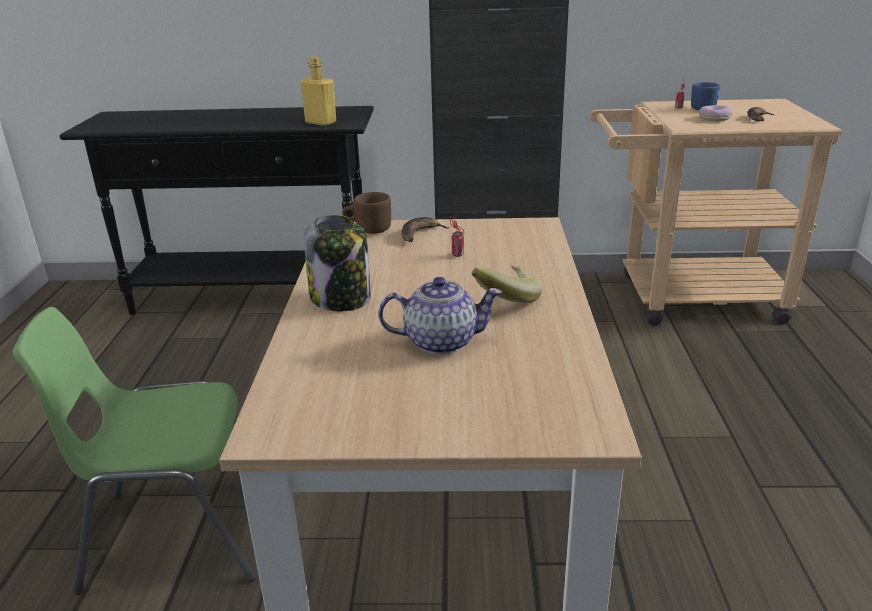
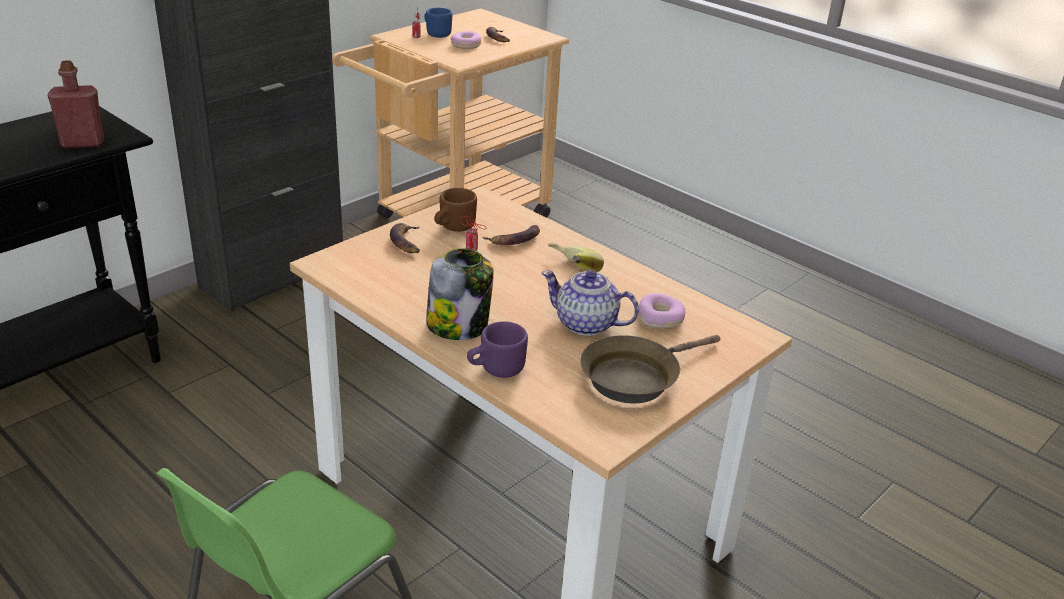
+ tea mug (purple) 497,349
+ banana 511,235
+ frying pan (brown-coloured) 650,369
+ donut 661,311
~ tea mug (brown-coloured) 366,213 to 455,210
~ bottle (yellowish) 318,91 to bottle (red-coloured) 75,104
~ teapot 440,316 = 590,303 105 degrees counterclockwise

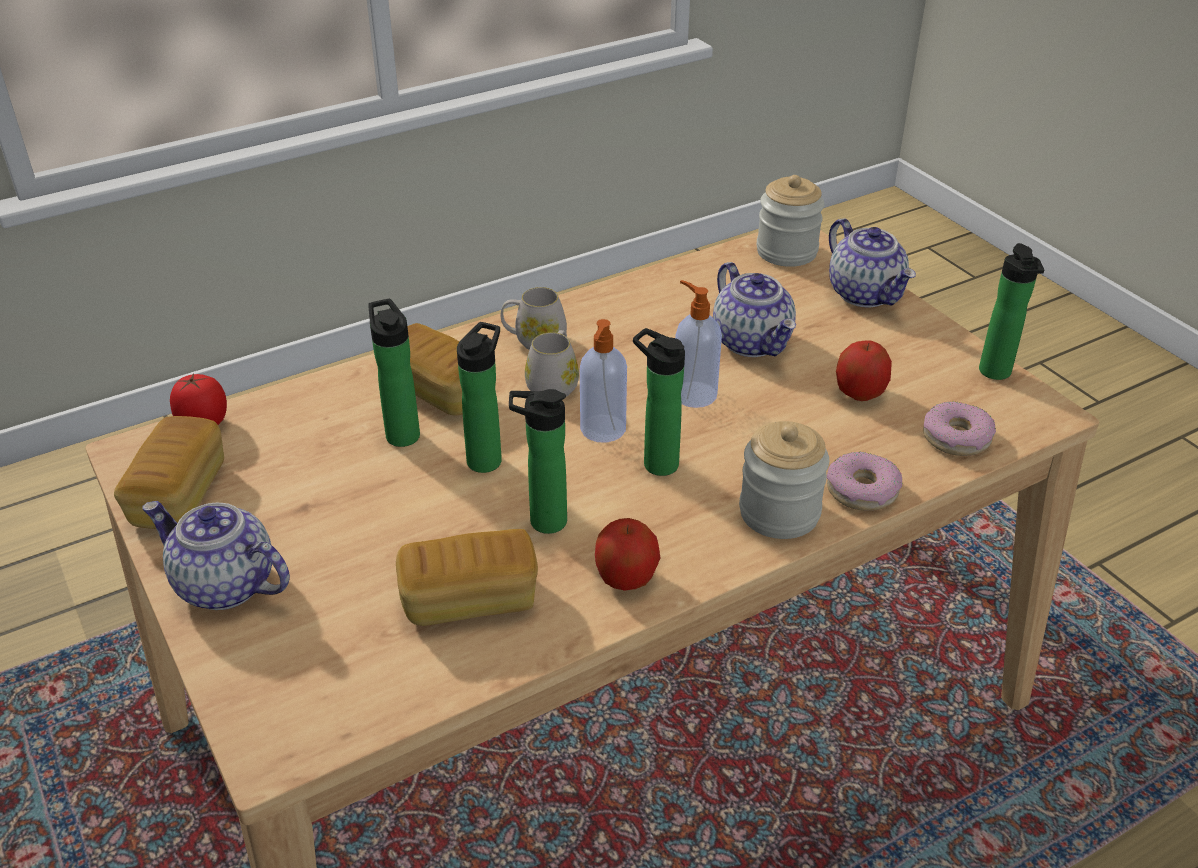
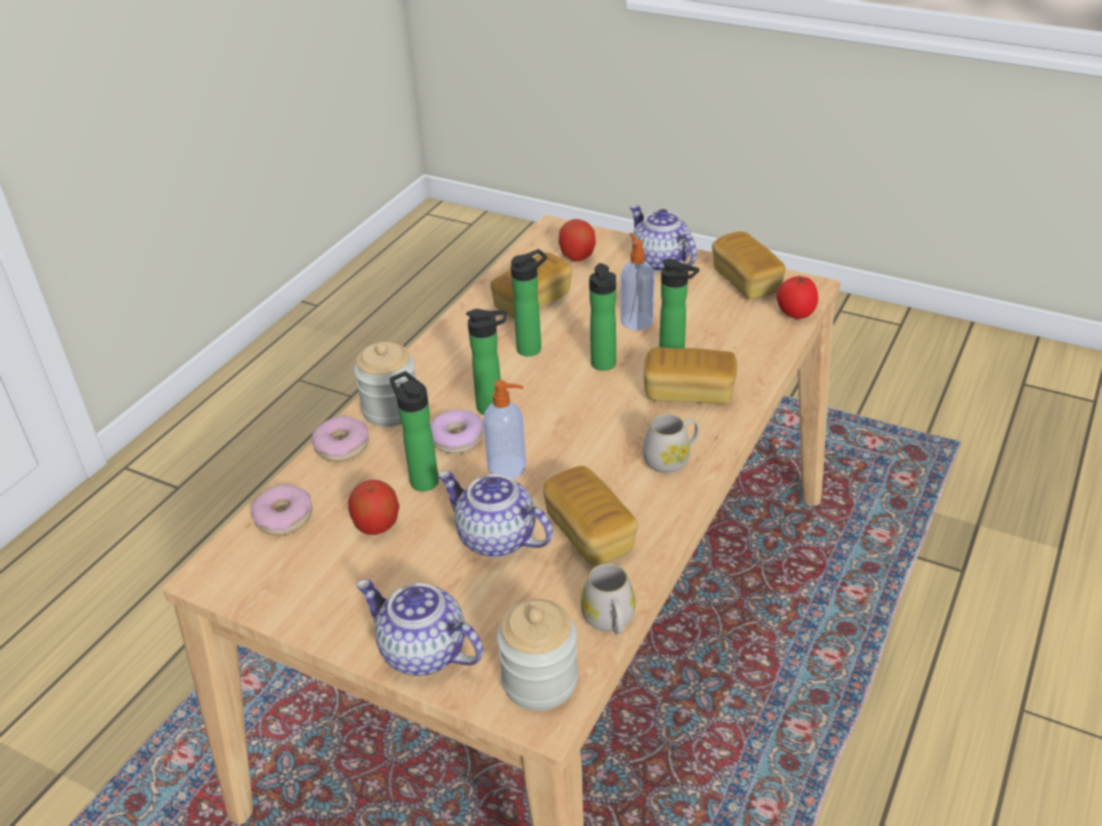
+ donut 457,431
+ bread 590,516
~ tea mug (white-coloured) 552,363 to 608,598
~ soap bottle 603,381 to 637,281
~ whole apple 627,554 to 577,240
~ bottle 1011,311 to 414,431
~ teapot 216,555 = 663,238 120 degrees counterclockwise

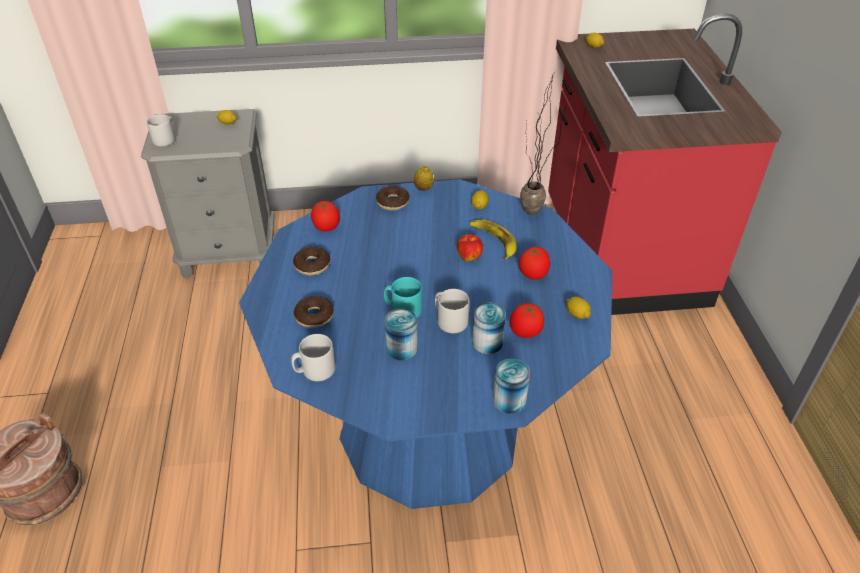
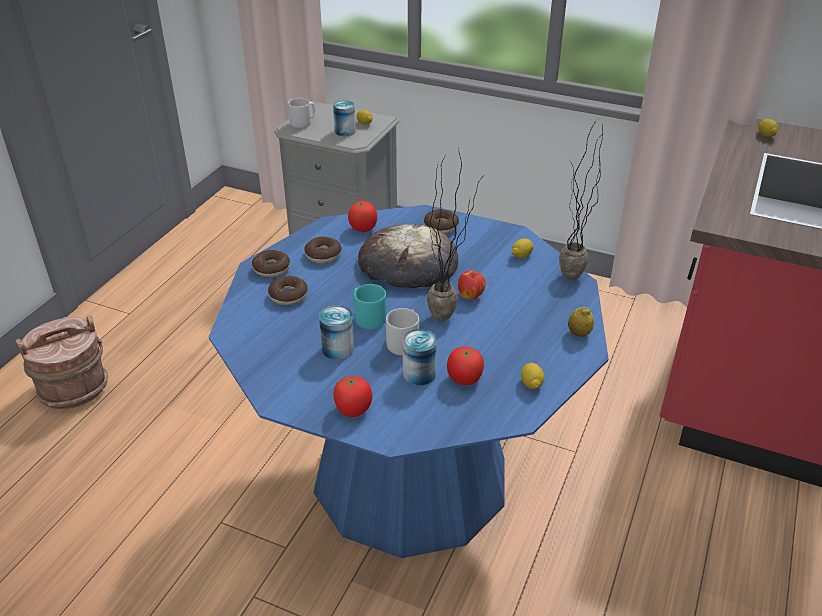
- tea mug (greyish) 313,357
- banana 493,240
+ donut 271,263
+ bread 408,256
+ houseplant 454,234
~ lemon 424,178 to 581,322
~ can 511,386 to 344,118
~ whole tomato 534,263 to 352,396

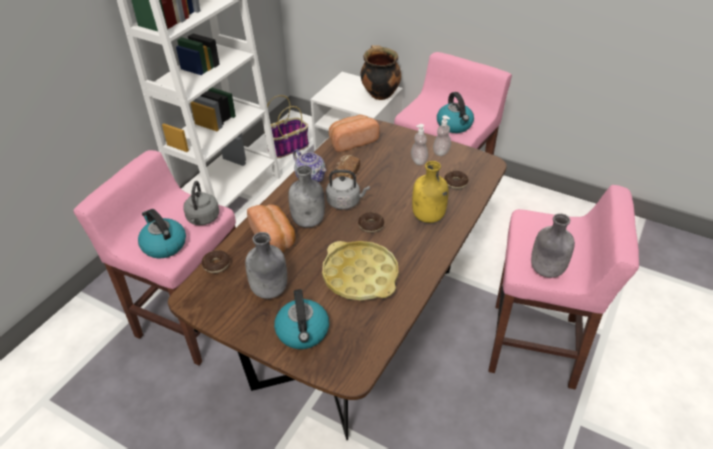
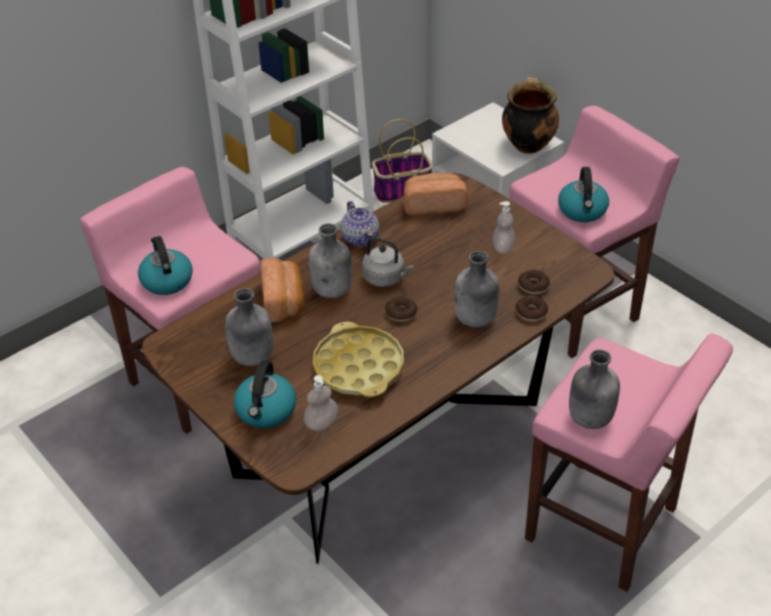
- tea kettle (greyish) 201,203
- bread 347,167
~ donut 215,261 to 531,309
~ soap bottle 442,135 to 321,403
~ bottle (yellowish) 430,192 to bottle (greyish) 476,289

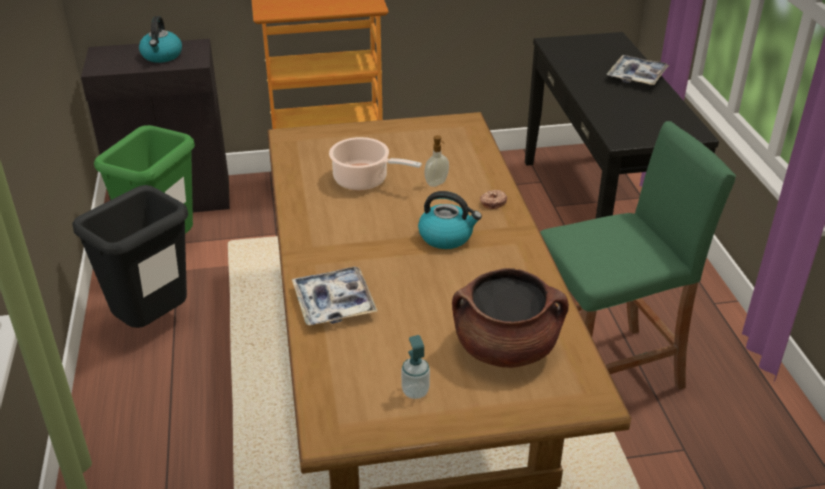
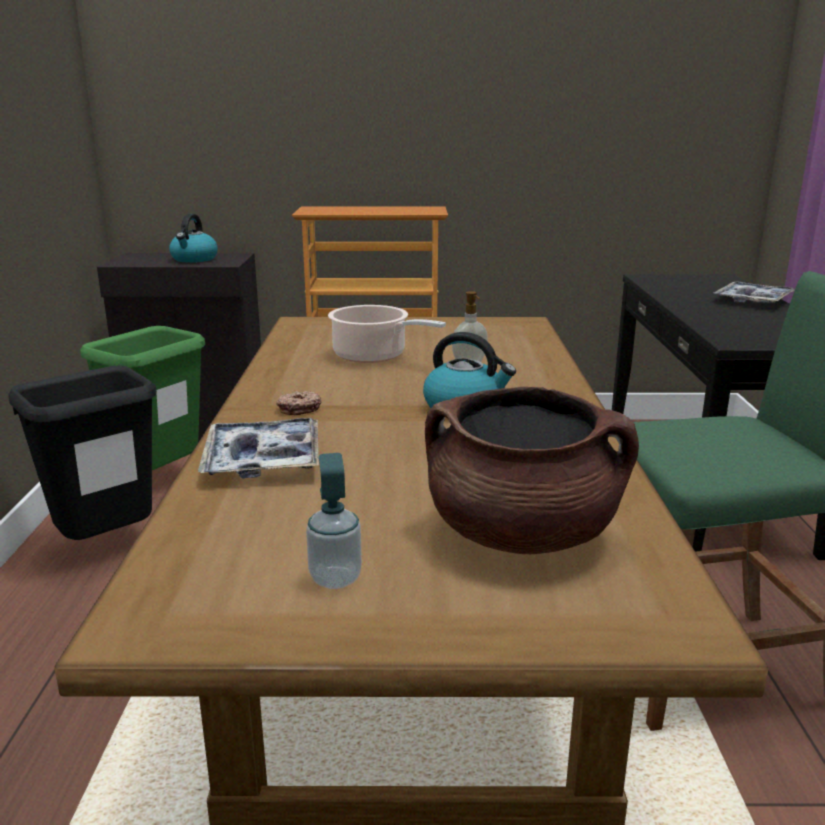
~ donut 493,199 to 298,403

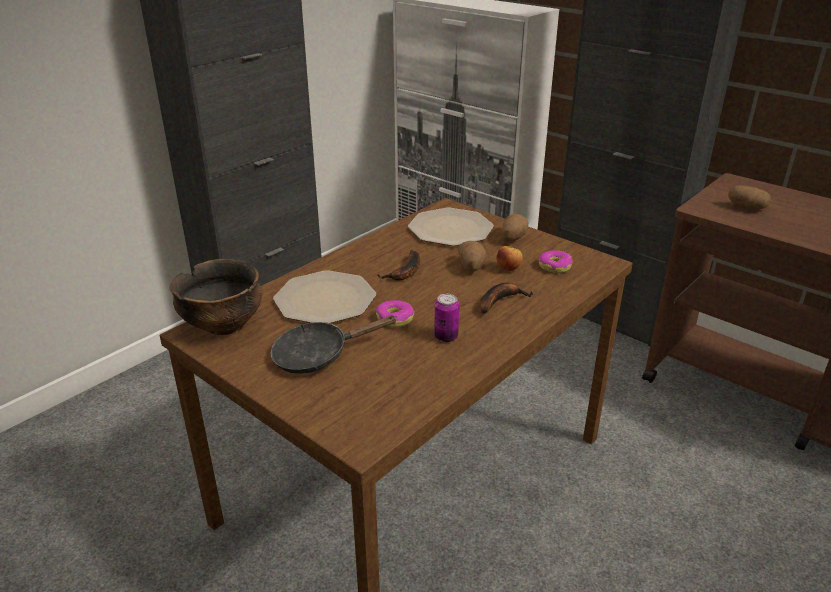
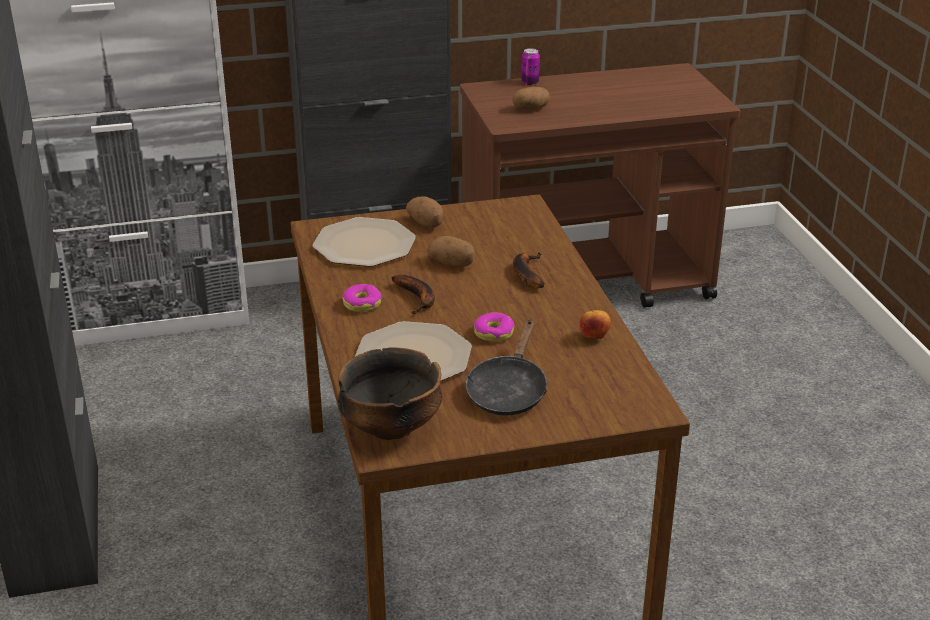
~ can 446,318 to 531,66
~ whole apple 510,258 to 595,324
~ donut 555,261 to 361,298

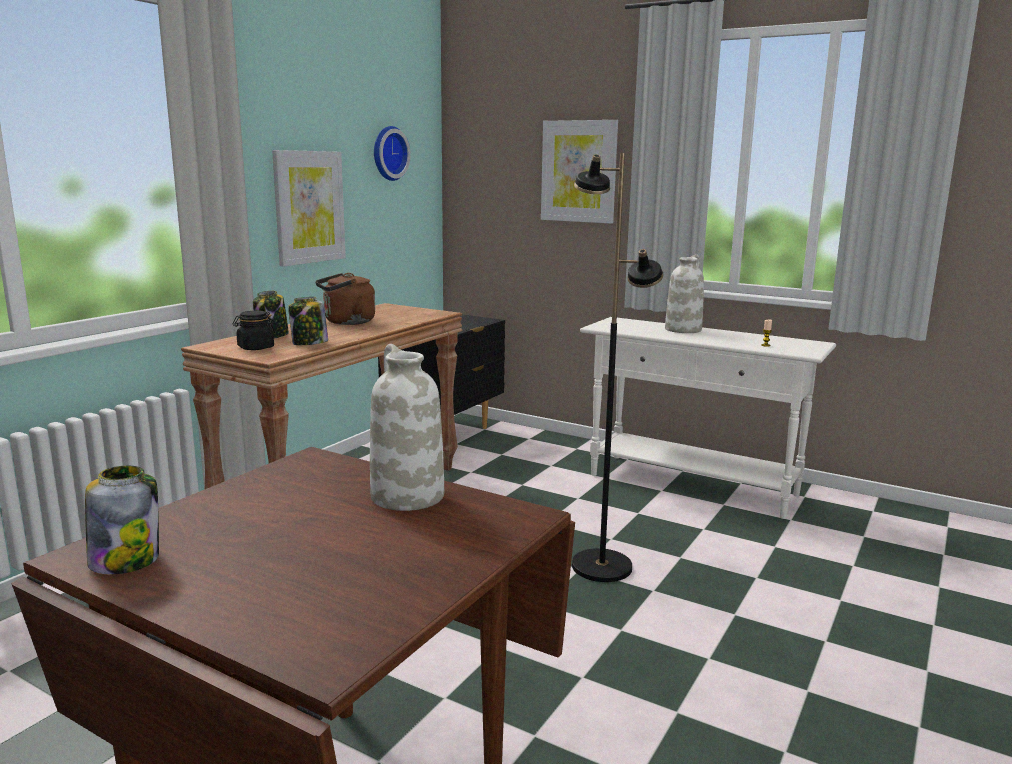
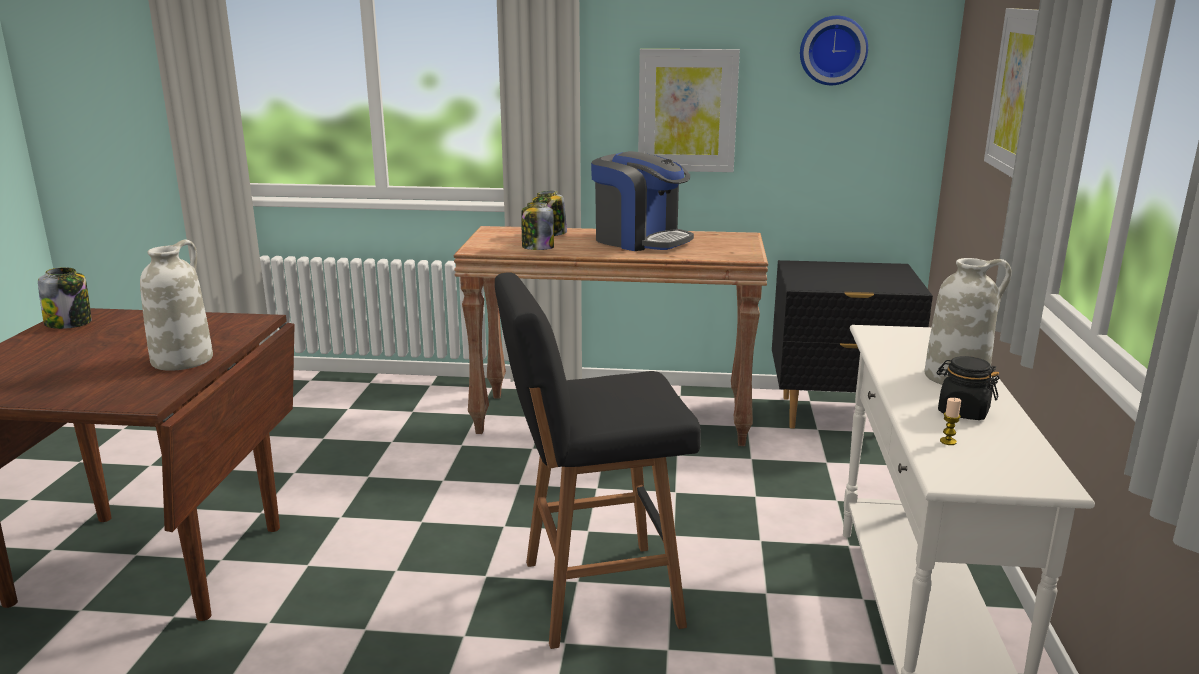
~ storage jar (black-coloured) 254,330 to 967,388
~ tea kettle (brown-coloured) 345,299 to coffee brewer 642,201
~ standard lamp (black-coloured) 618,367 to stool (black-coloured) 598,460

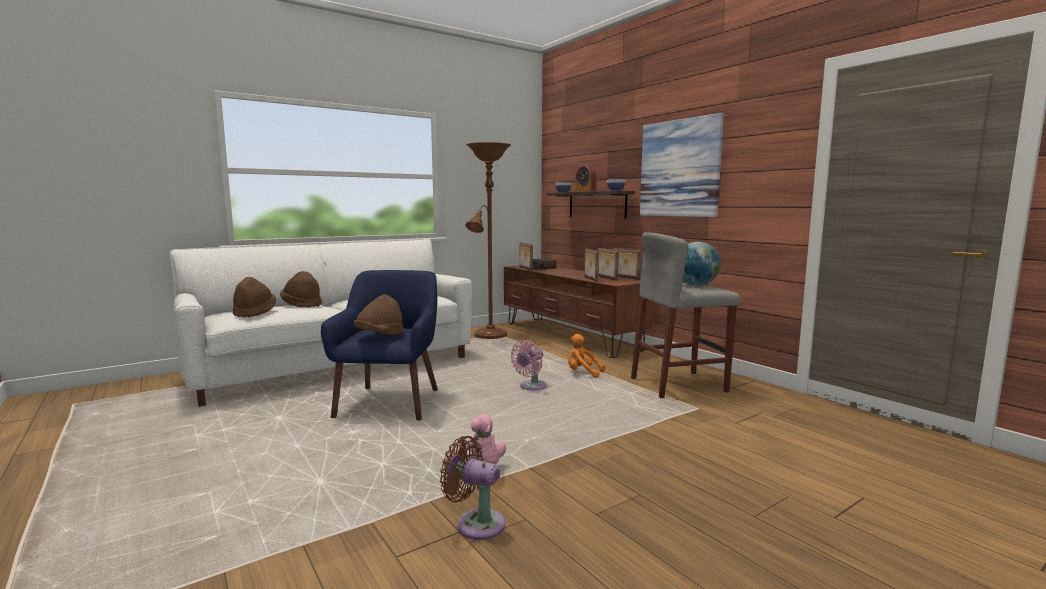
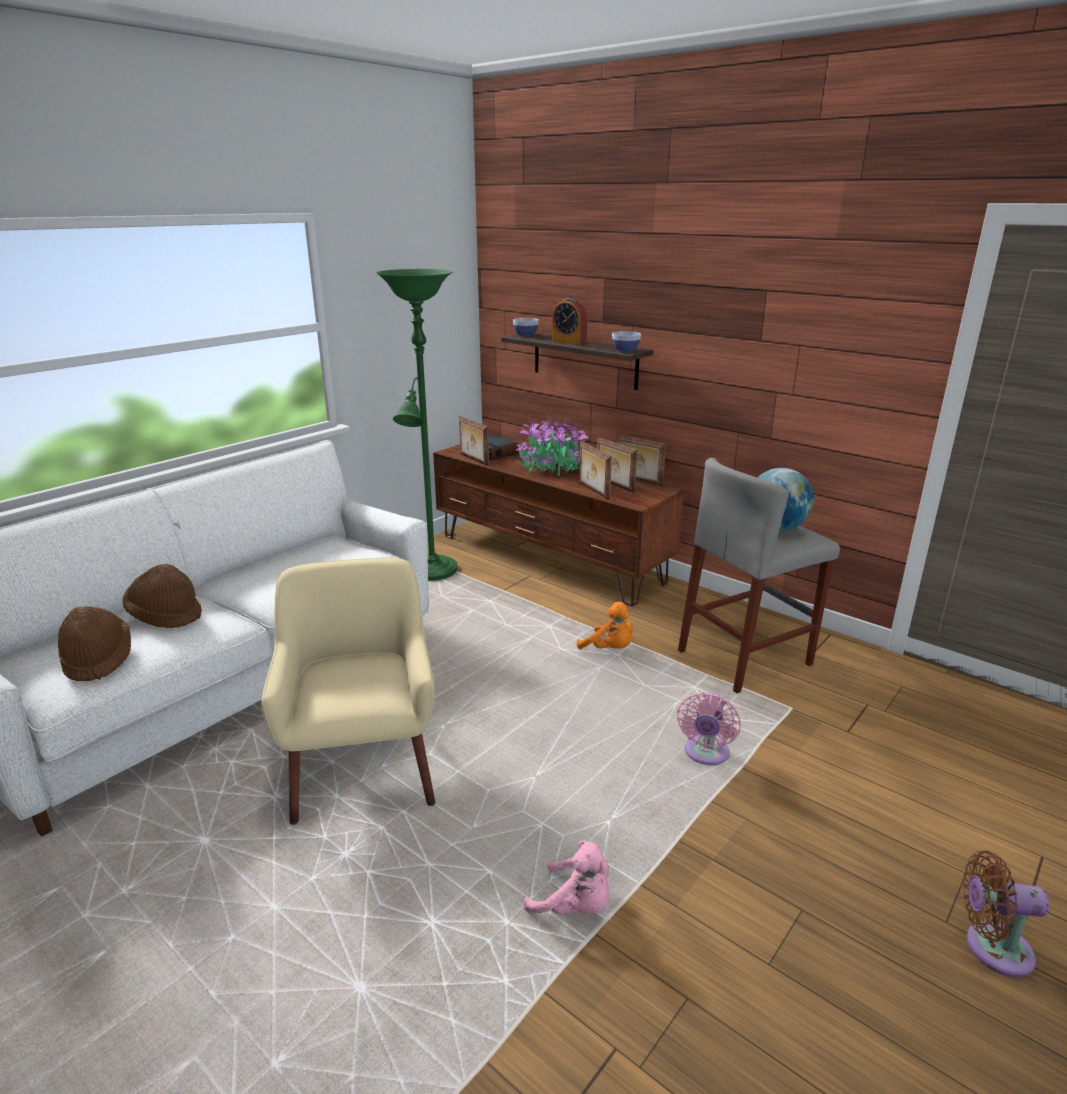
- clothing hat (brown-coloured) 379,315
- wall art 682,165
+ houseplant 552,445
~ cooling fan (brown-coloured) 472,488 to 1006,913
~ cooling fan (pink) 528,365 to 709,728
~ lounge chair (blue-coloured) 379,345 to lounge chair (beige) 348,691
~ standard lamp (brown-coloured) 488,240 to standard lamp (green-coloured) 417,425
~ soft toy (orange) 586,356 = 605,625 150 degrees counterclockwise

